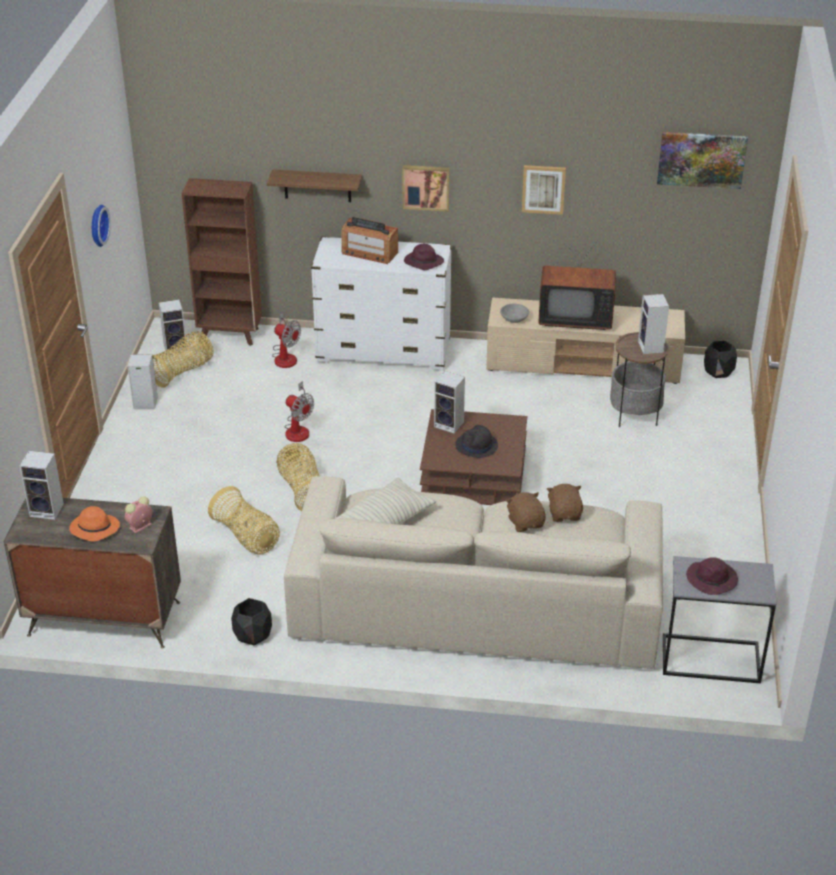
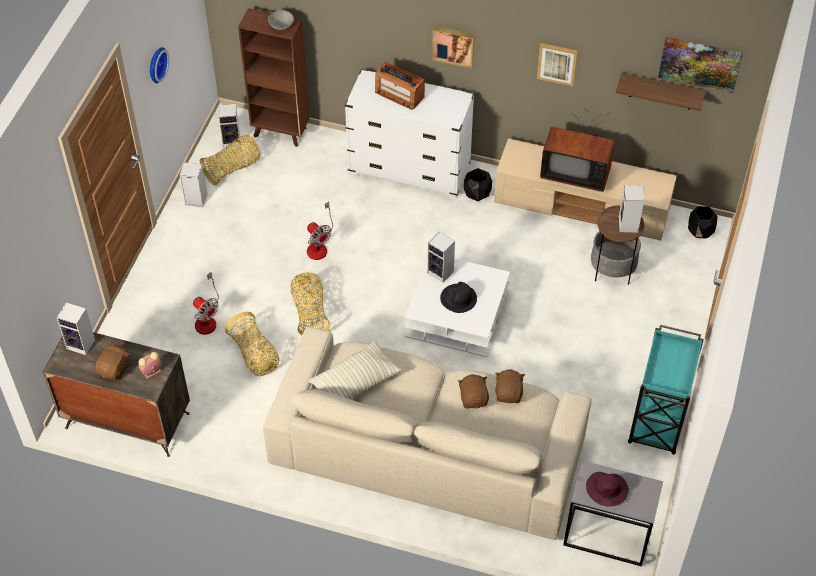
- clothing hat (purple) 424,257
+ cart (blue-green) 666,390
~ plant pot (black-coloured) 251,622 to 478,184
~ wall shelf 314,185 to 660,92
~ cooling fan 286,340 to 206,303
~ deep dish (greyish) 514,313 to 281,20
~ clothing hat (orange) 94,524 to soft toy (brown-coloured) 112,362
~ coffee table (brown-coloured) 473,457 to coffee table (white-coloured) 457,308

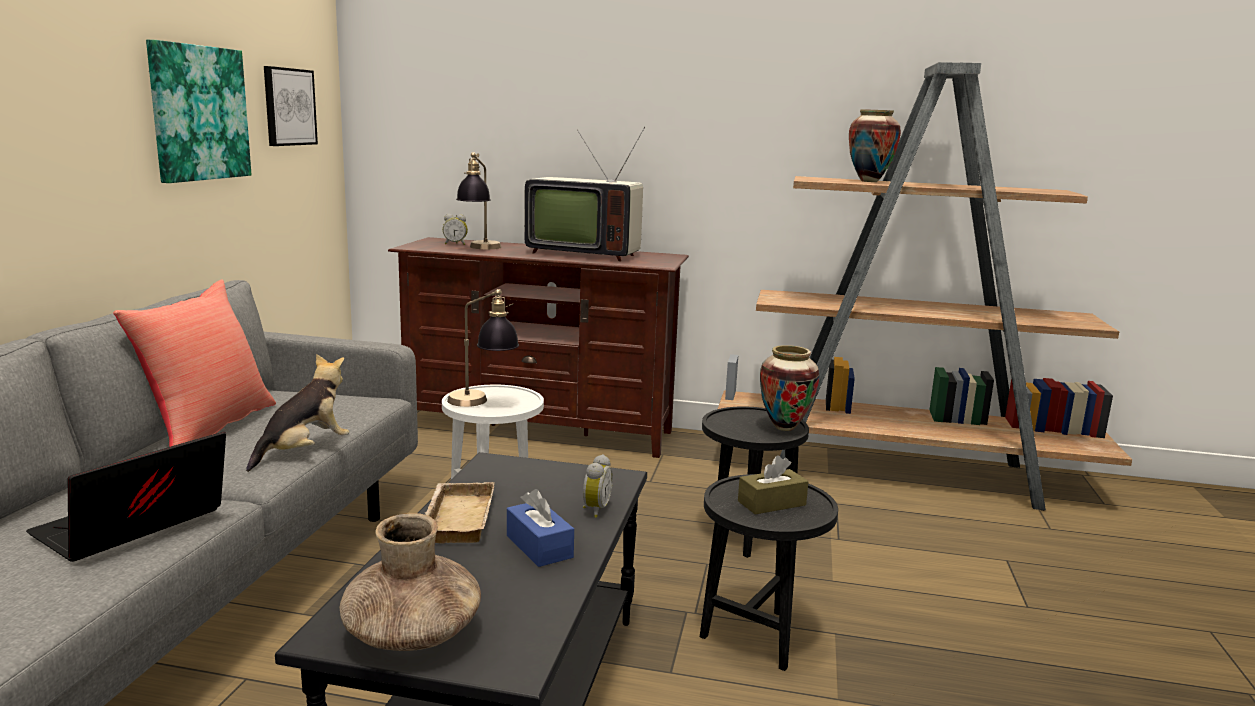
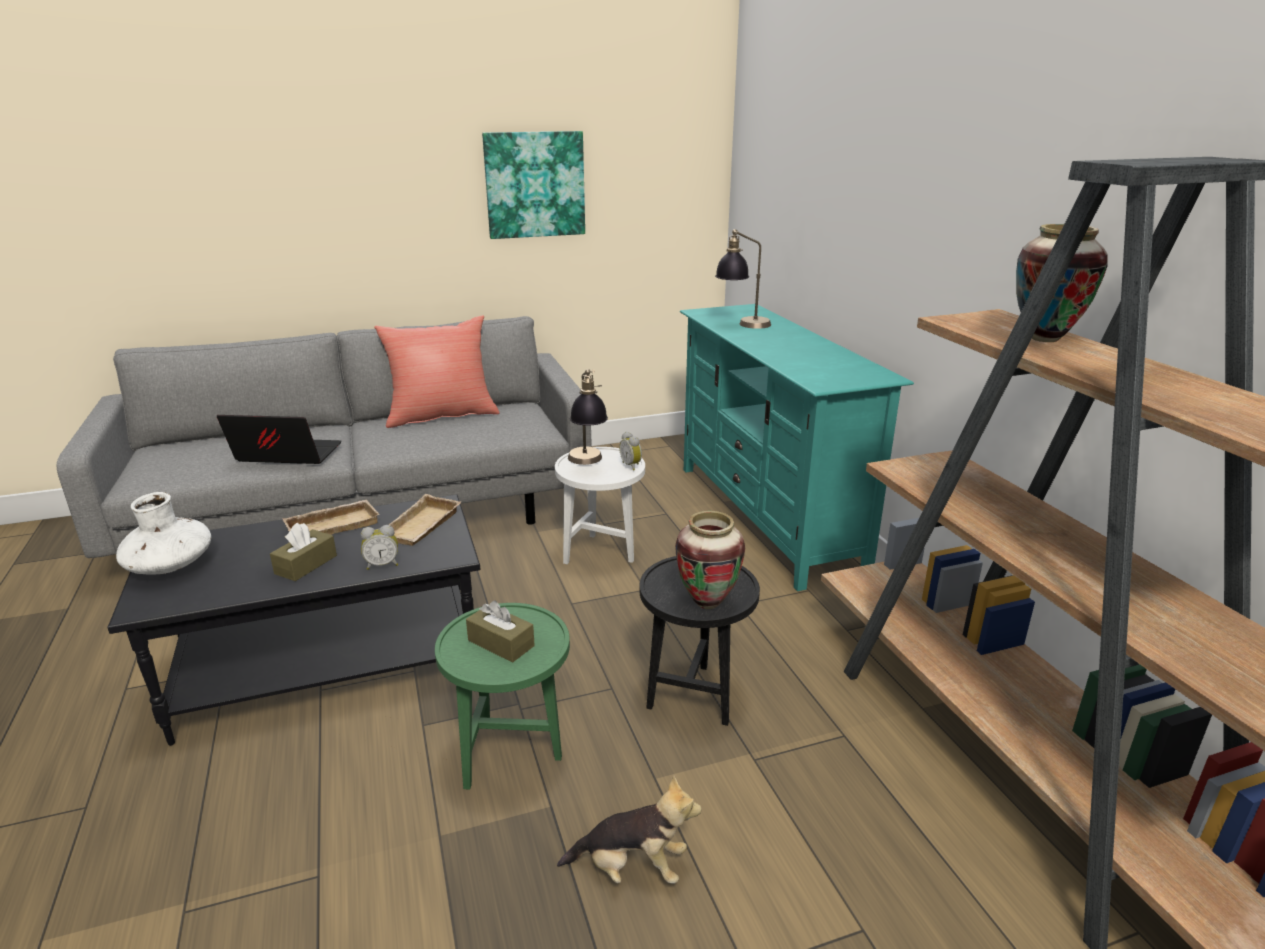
- wall art 291,106
- TV set 584,194
+ tray (beige) 425,520
~ soft toy 298,413 to 629,829
~ bedside clock 455,229 to 630,451
~ vase (brown-coloured) 410,582 to vase (white-coloured) 163,533
~ tv unit (brown-coloured) 538,347 to tv unit (blue-green) 797,447
~ tissue box (blue-coloured) 540,528 to tissue box (brown-coloured) 303,551
~ side table (black-coloured) 769,572 to side table (green-coloured) 502,696

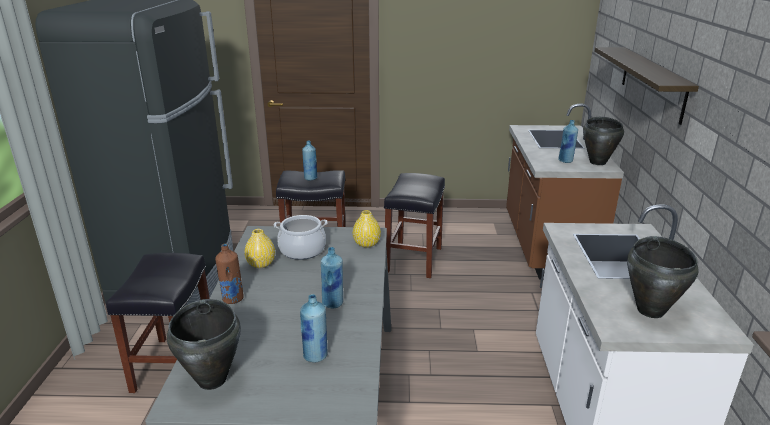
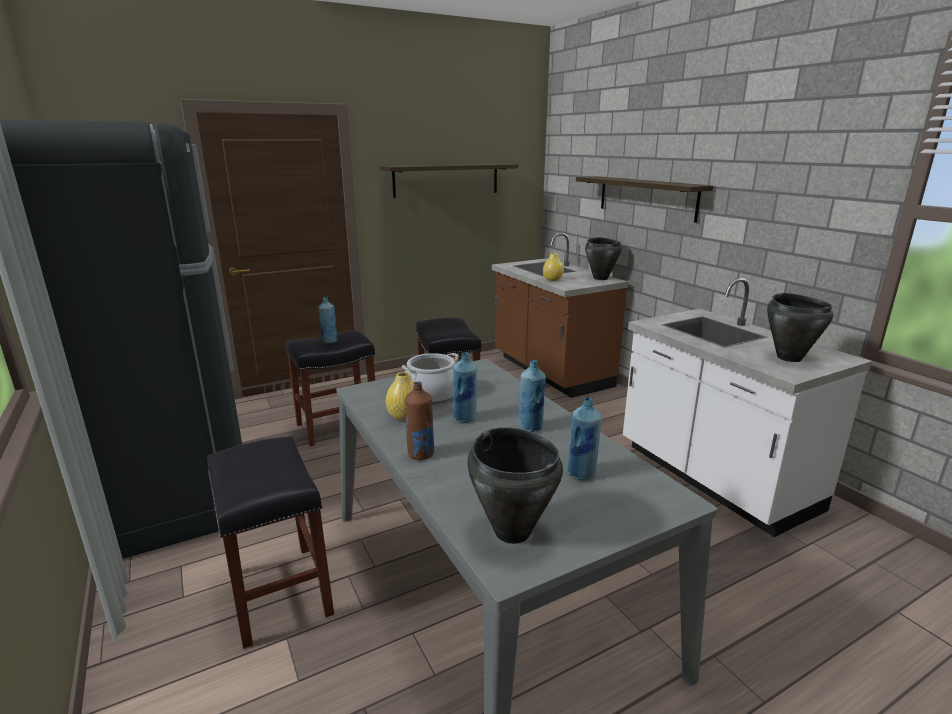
+ wall shelf 449,180
~ vase (yellowish) 366,229 to 553,267
~ bottle (blue-coloured) 568,141 to 465,387

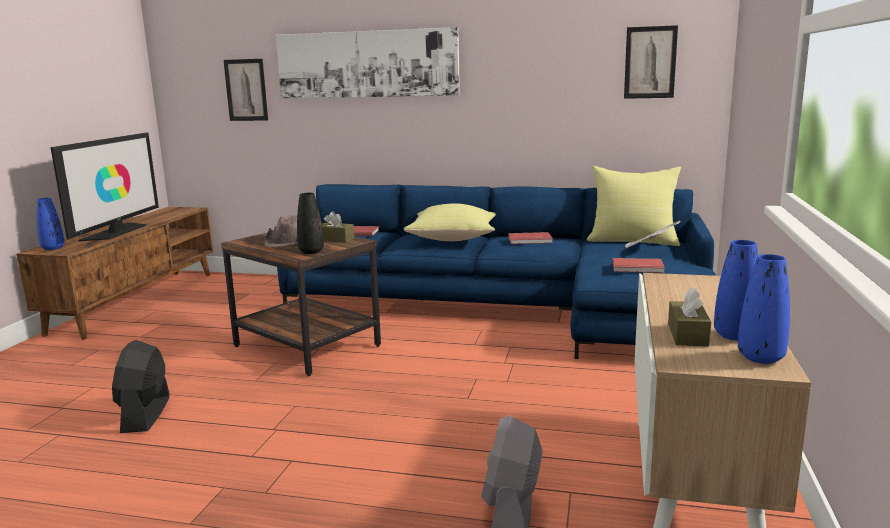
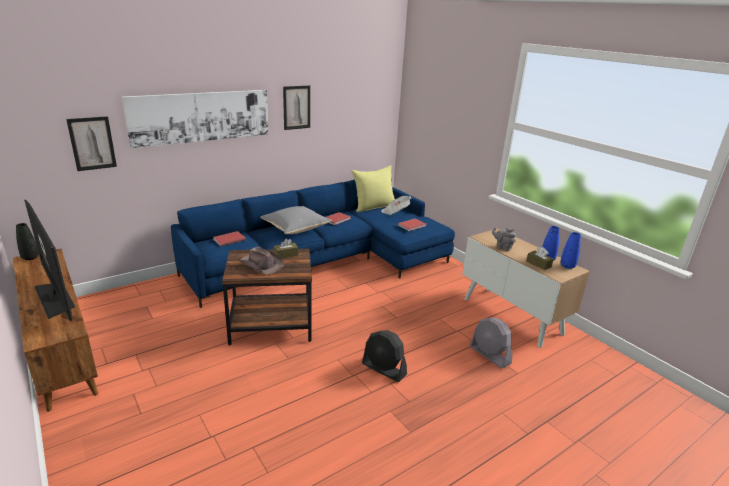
- vase (blue-coloured) 50,224
+ teapot (greyish) 504,239
~ cooling fan (black-coloured) 141,386 to 384,356
~ vase (black-coloured) 310,223 to 27,241
~ wall art 651,62 to 296,107
~ cushion (yellowish) 450,222 to cushion (greyish) 296,220

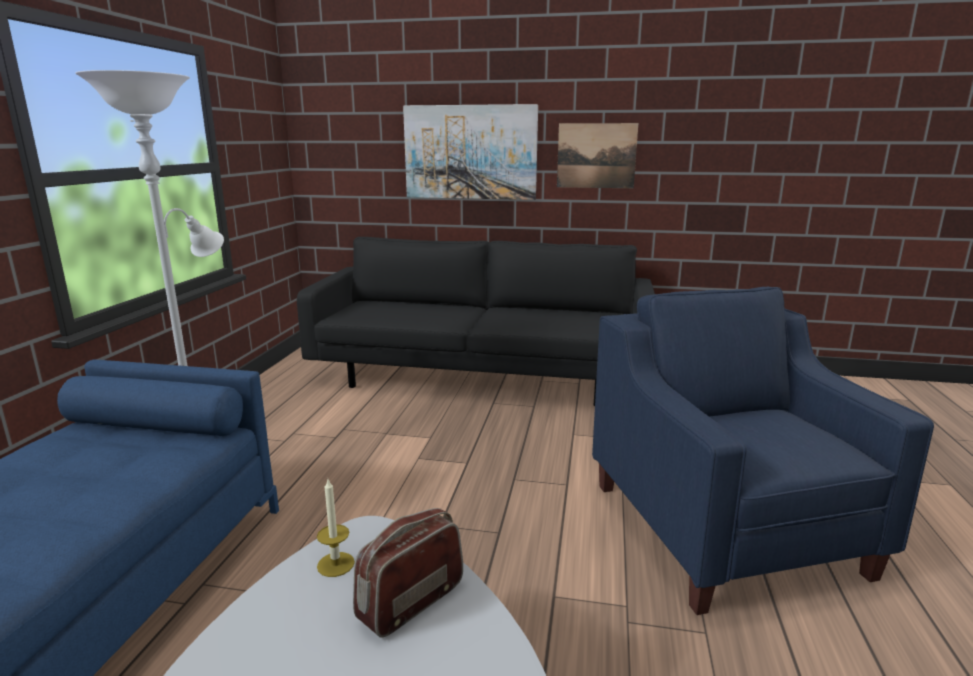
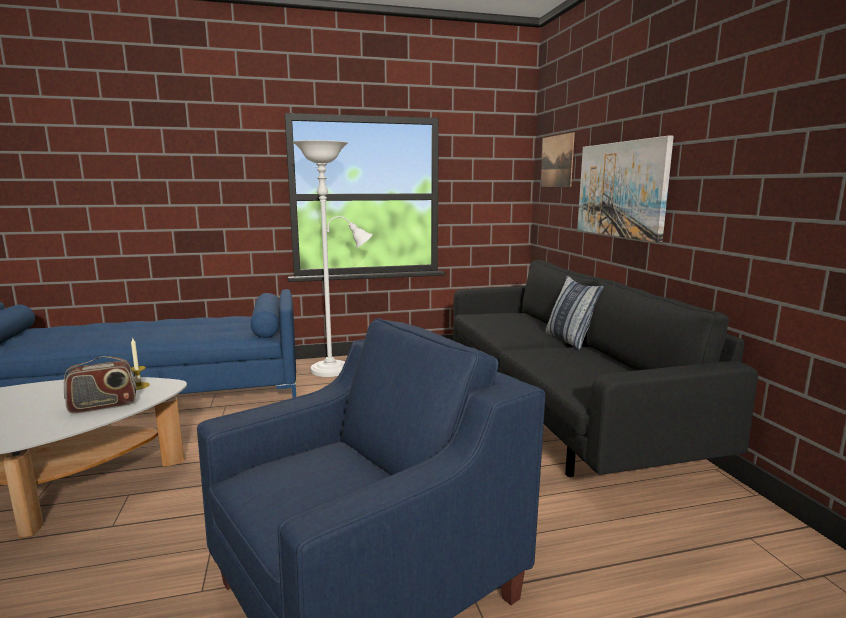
+ cushion 574,313
~ wall art 597,155 to 558,159
~ radio set 408,573 = 100,385 135 degrees clockwise

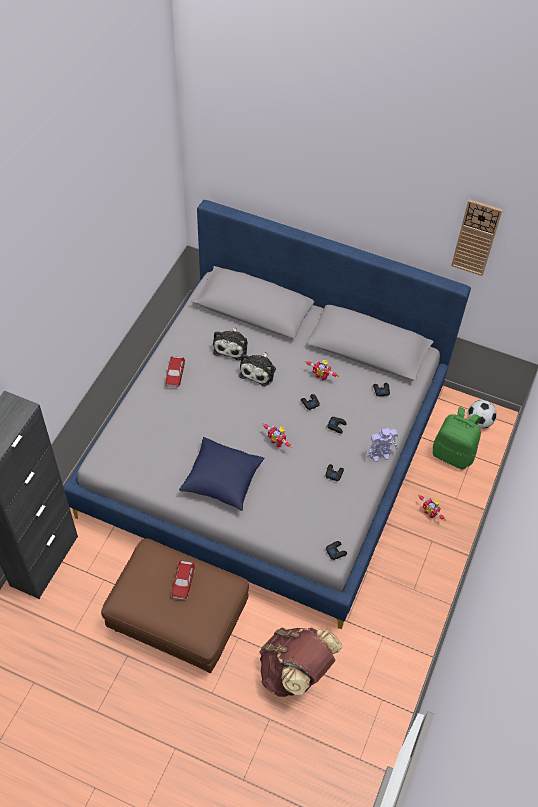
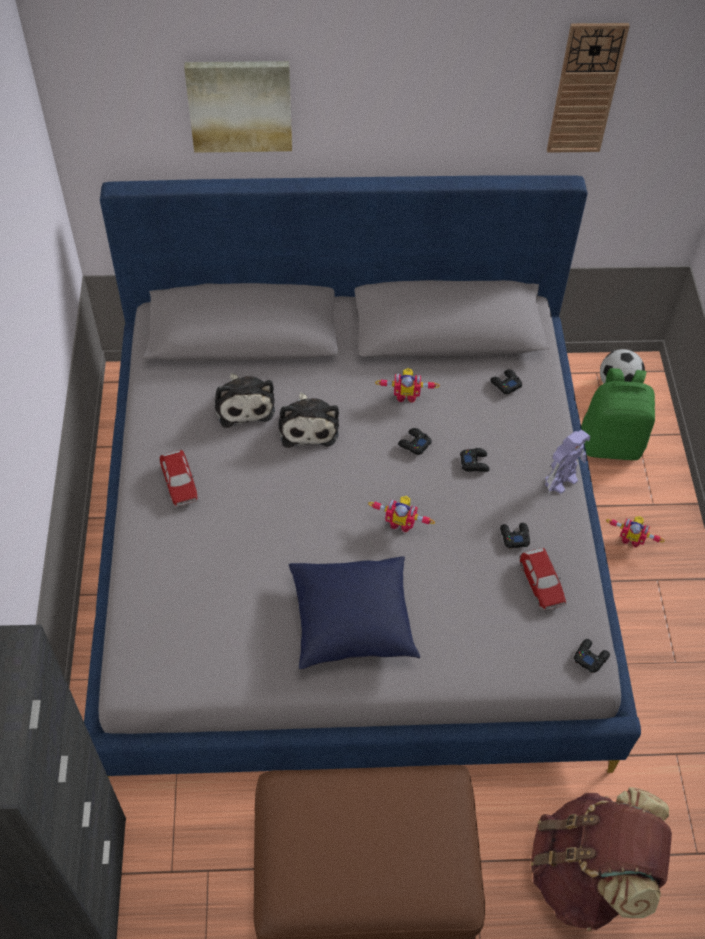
+ wall art 238,107
~ miniature car 183,580 to 543,579

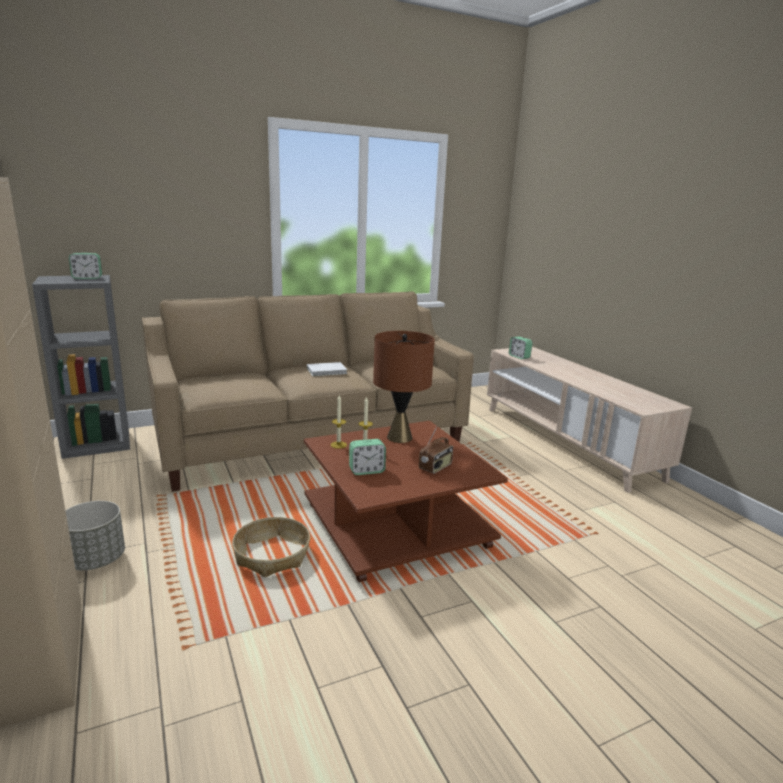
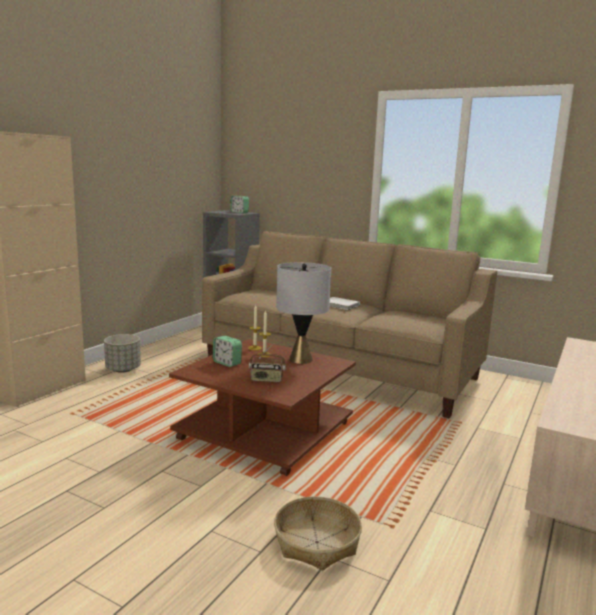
- bedside clock 520,348
~ basket 271,547 to 318,533
~ lamp for a table (brown-coloured) 404,387 to lamp for a table (greyish) 303,313

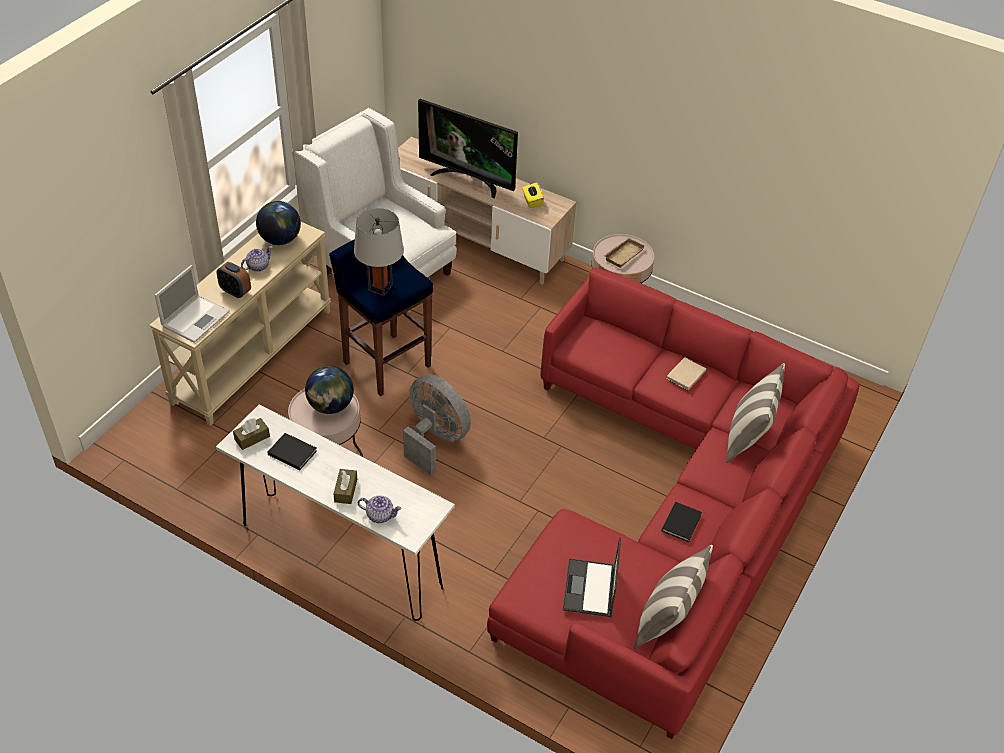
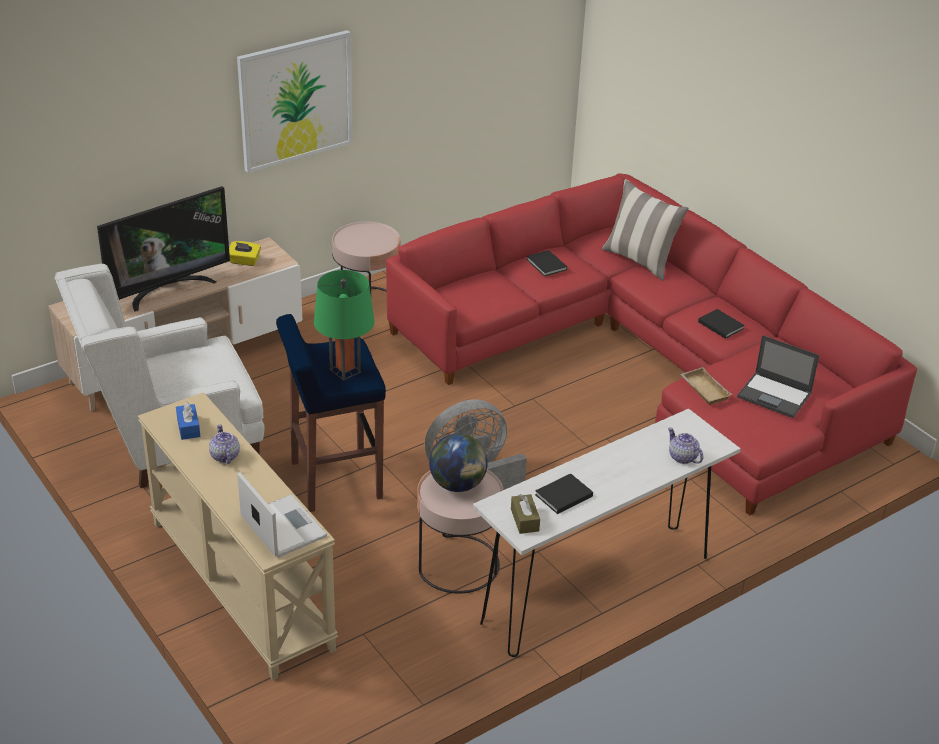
- bedside clock 234,280
- tissue box (brown-coloured) 345,486
- cushion 673,597
+ wall art 295,101
~ tray (beige) 624,252 to 706,386
~ globe 278,223 to tissue box (blue-coloured) 188,421
~ lamp for a table (greyish) 379,252 to lamp for a table (green-coloured) 344,325
~ book (beige) 686,373 to book (black-coloured) 547,263
~ teapot 380,509 = 685,446 75 degrees counterclockwise

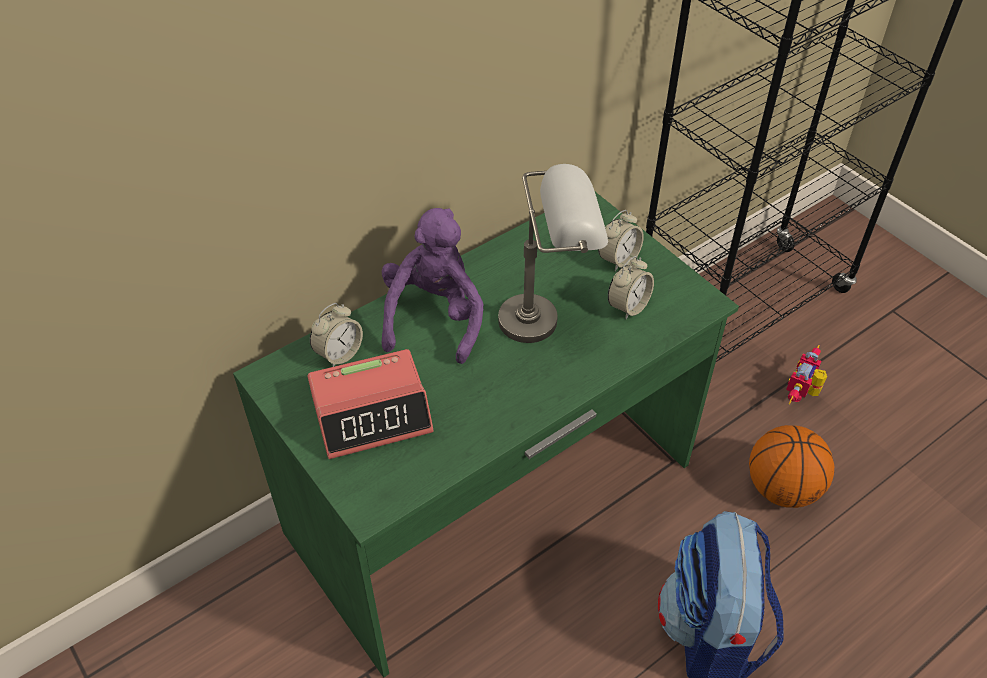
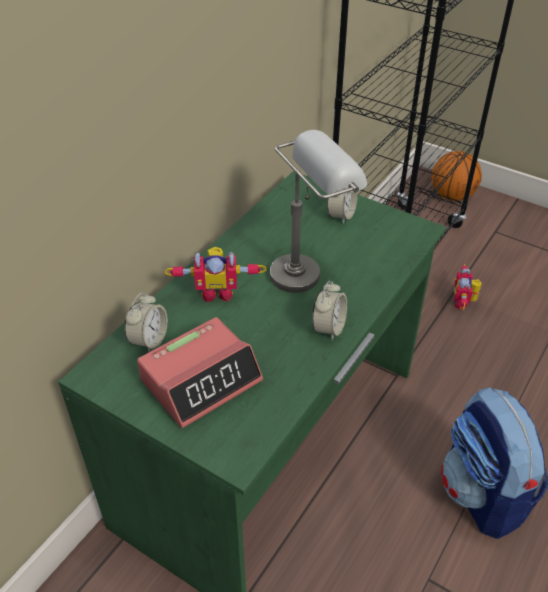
~ bedside clock 631,288 to 329,310
~ ball for basketball 791,466 to 457,176
~ soft toy (purple) 433,286 to toy robot 215,274

